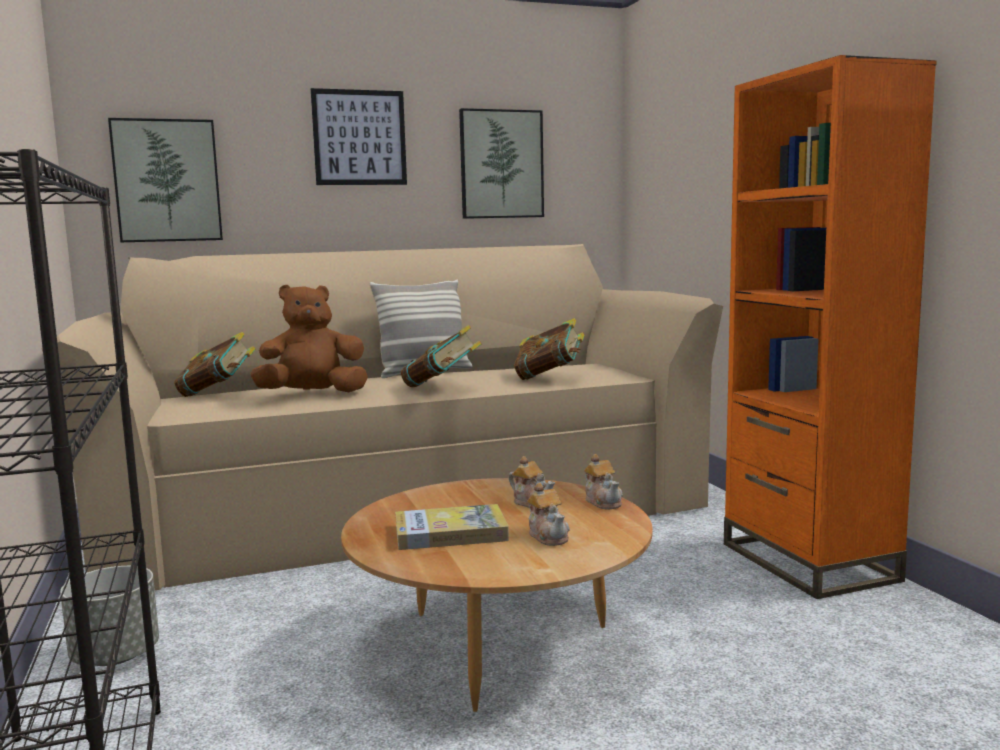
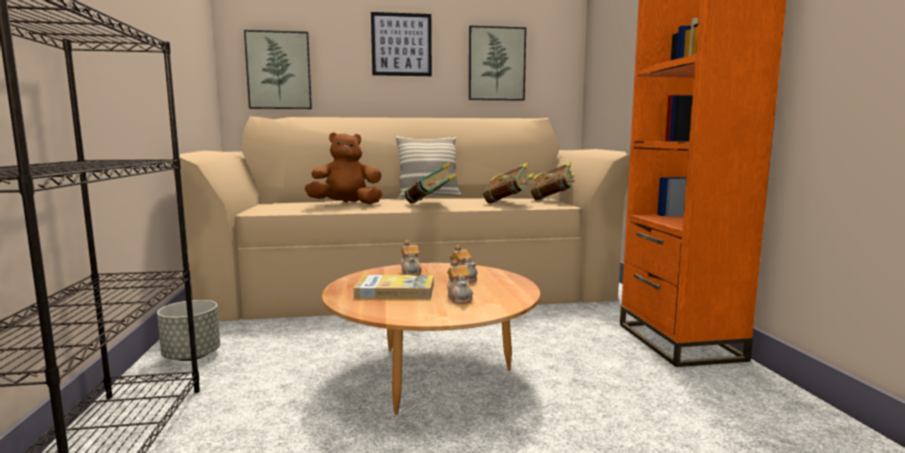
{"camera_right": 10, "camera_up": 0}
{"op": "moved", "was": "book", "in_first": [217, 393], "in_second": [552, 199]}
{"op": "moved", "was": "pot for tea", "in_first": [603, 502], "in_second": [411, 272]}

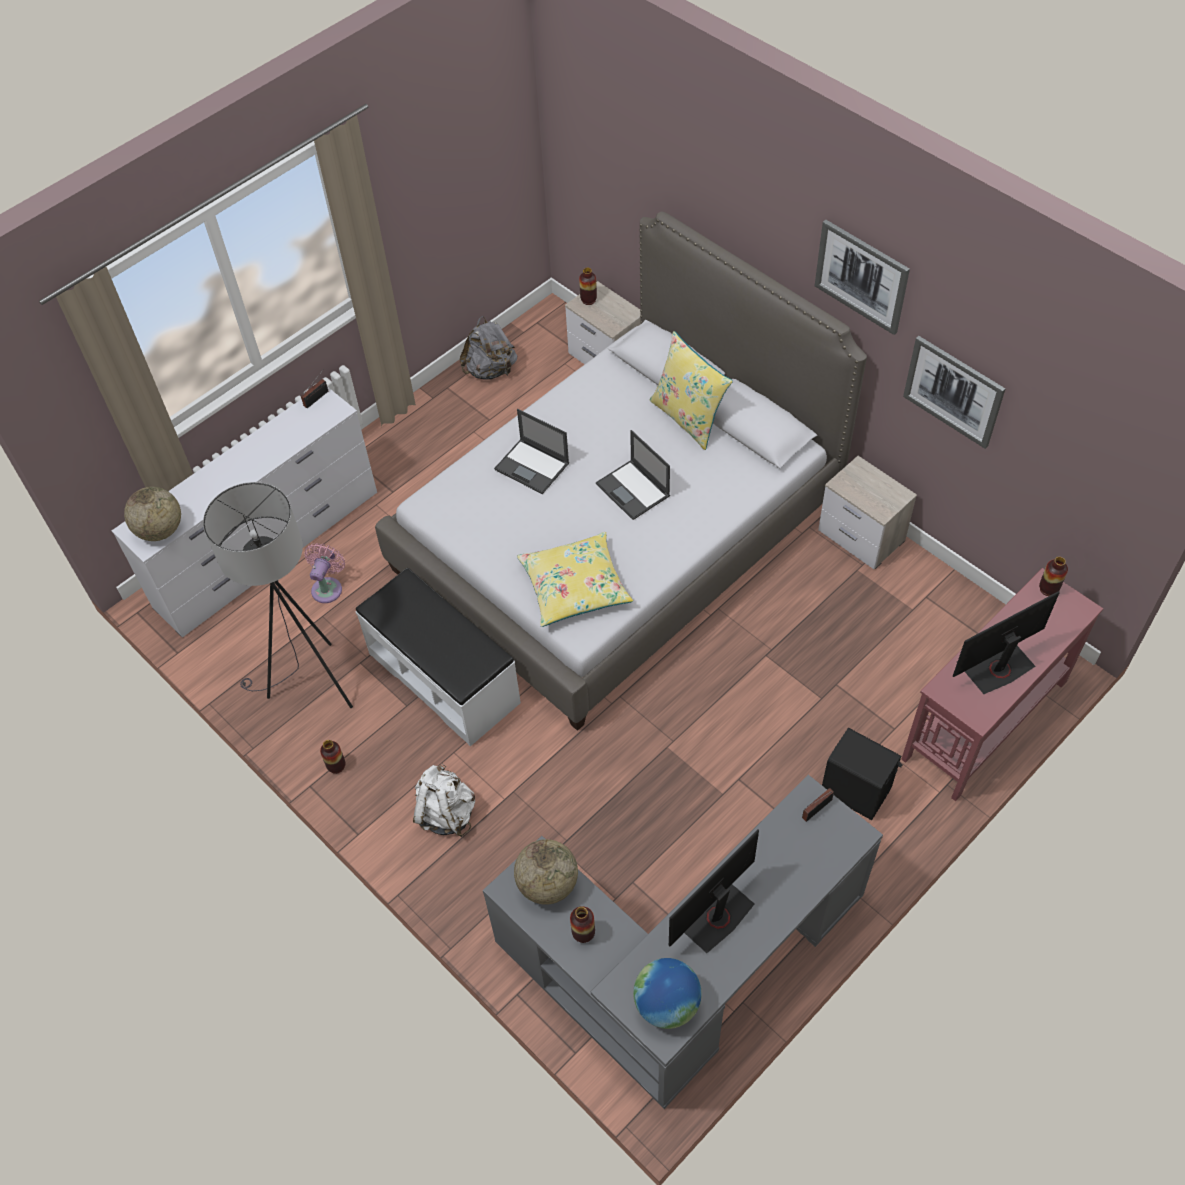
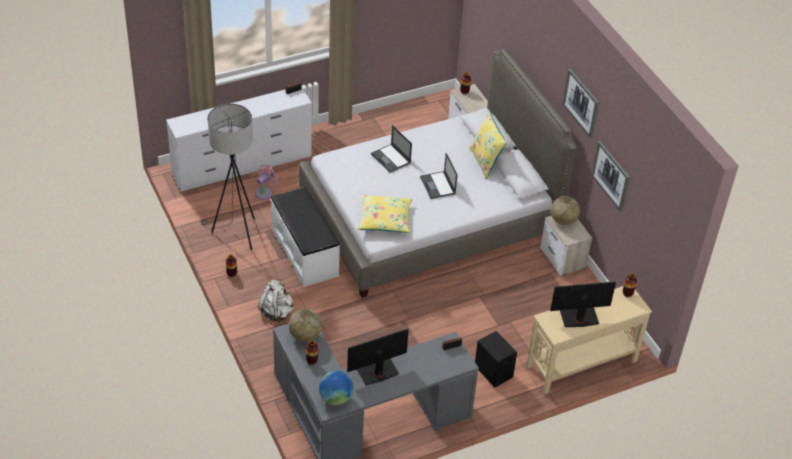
{"camera_right": 15, "camera_up": -10}
{"op": "removed", "was": "greyish knapsack", "in_first": [490, 370]}
{"op": "moved", "was": "globe", "in_first": [160, 530], "in_second": [563, 220]}
{"op": "recoloured", "was": "red hall table", "now": "sand-coloured hall table", "in_first": [983, 720], "in_second": [581, 363]}

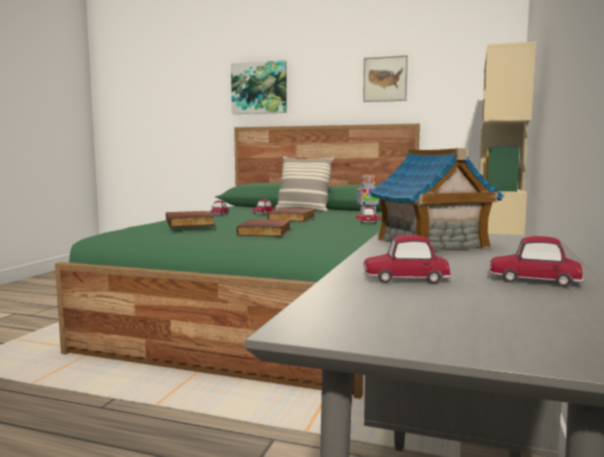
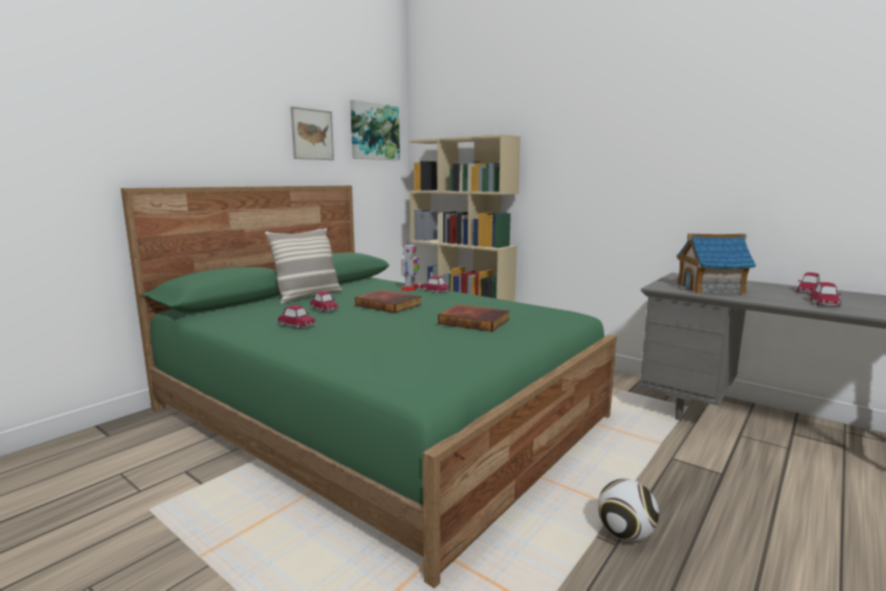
{"camera_right": -70, "camera_up": 5}
{"op": "removed", "was": "book", "in_first": [190, 222]}
{"op": "added", "now": "football", "in_second": [624, 534]}
{"op": "moved", "was": "wall art", "in_first": [259, 88], "in_second": [374, 132]}

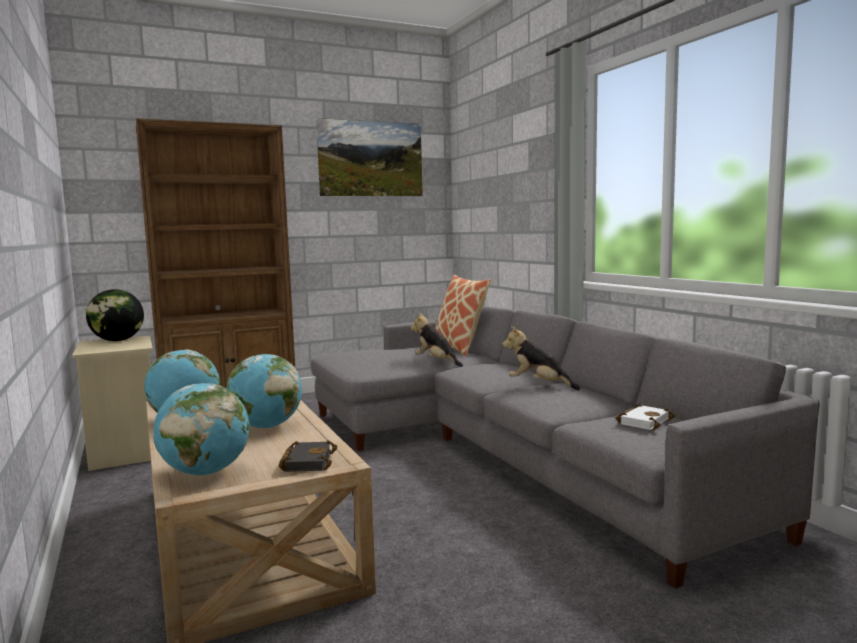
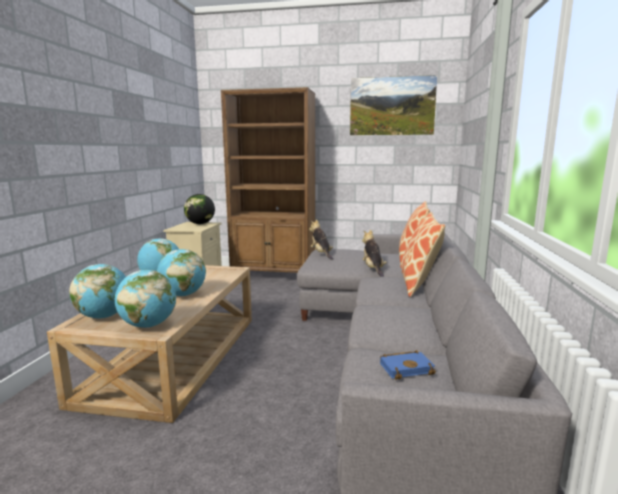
{"camera_right": 35, "camera_up": 5}
{"op": "added", "now": "throw pillow", "in_second": [419, 284]}
{"op": "moved", "was": "plush toy", "in_first": [539, 385], "in_second": [321, 254]}
{"op": "replaced", "was": "black book", "now": "globe", "in_first": [307, 461], "in_second": [148, 325]}
{"op": "recoloured", "was": "white book", "now": "blue-coloured book", "in_first": [643, 421], "in_second": [406, 367]}

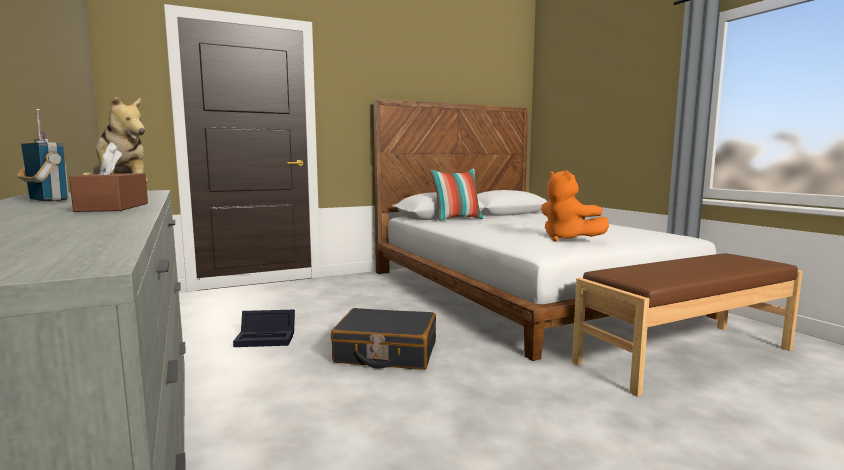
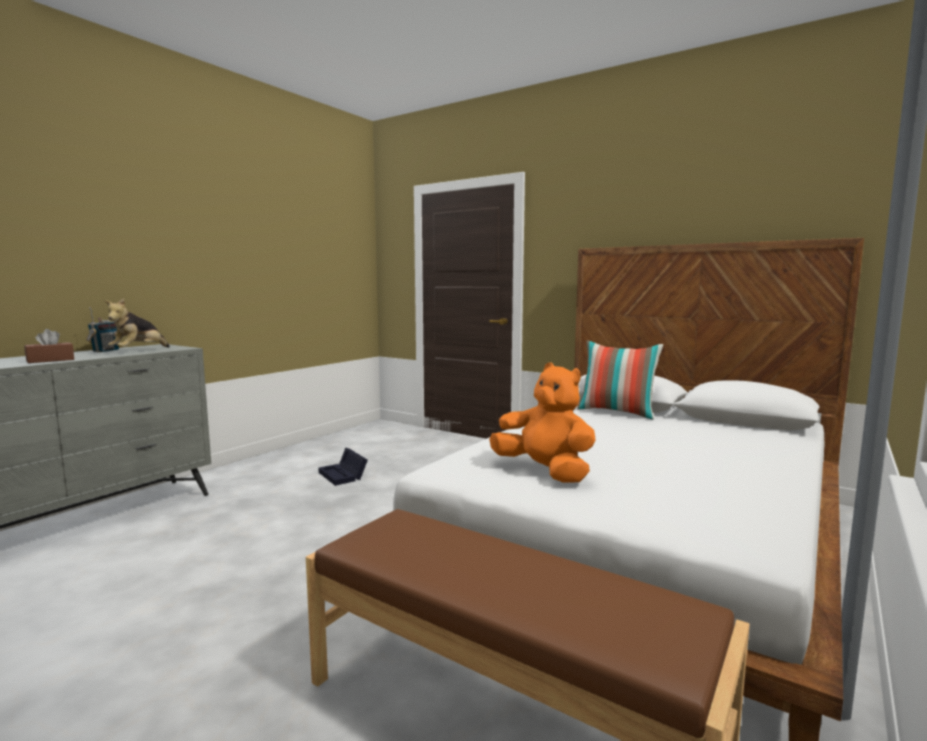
{"camera_right": 60, "camera_up": 0}
{"op": "removed", "was": "black piece of luggage", "in_first": [386, 353]}
{"op": "turned", "was": "orange-coloured plush toy", "in_first": [567, 239], "in_second": [545, 472], "clockwise": 105}

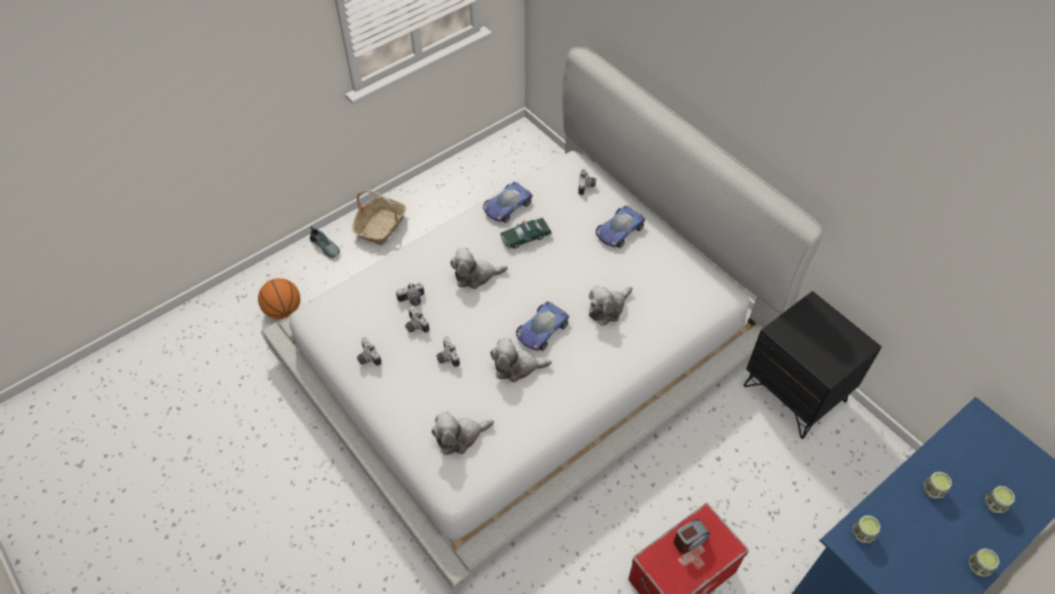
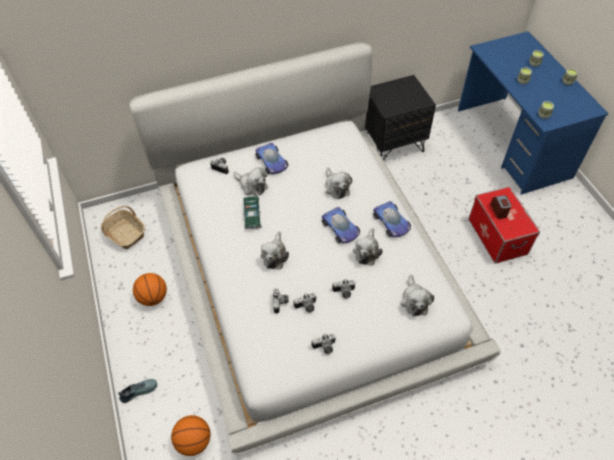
{"camera_right": -70, "camera_up": 0}
{"op": "added", "now": "basketball ball", "in_second": [153, 297]}
{"op": "added", "now": "plush toy", "in_second": [252, 186]}
{"op": "moved", "was": "basket", "in_first": [381, 226], "in_second": [125, 233]}
{"op": "moved", "was": "miniature car", "in_first": [506, 206], "in_second": [391, 223]}

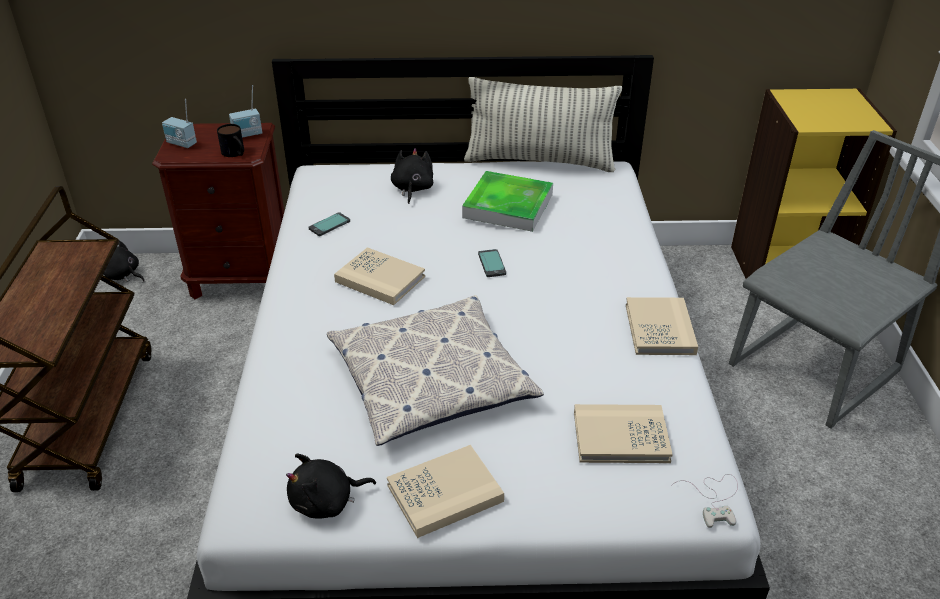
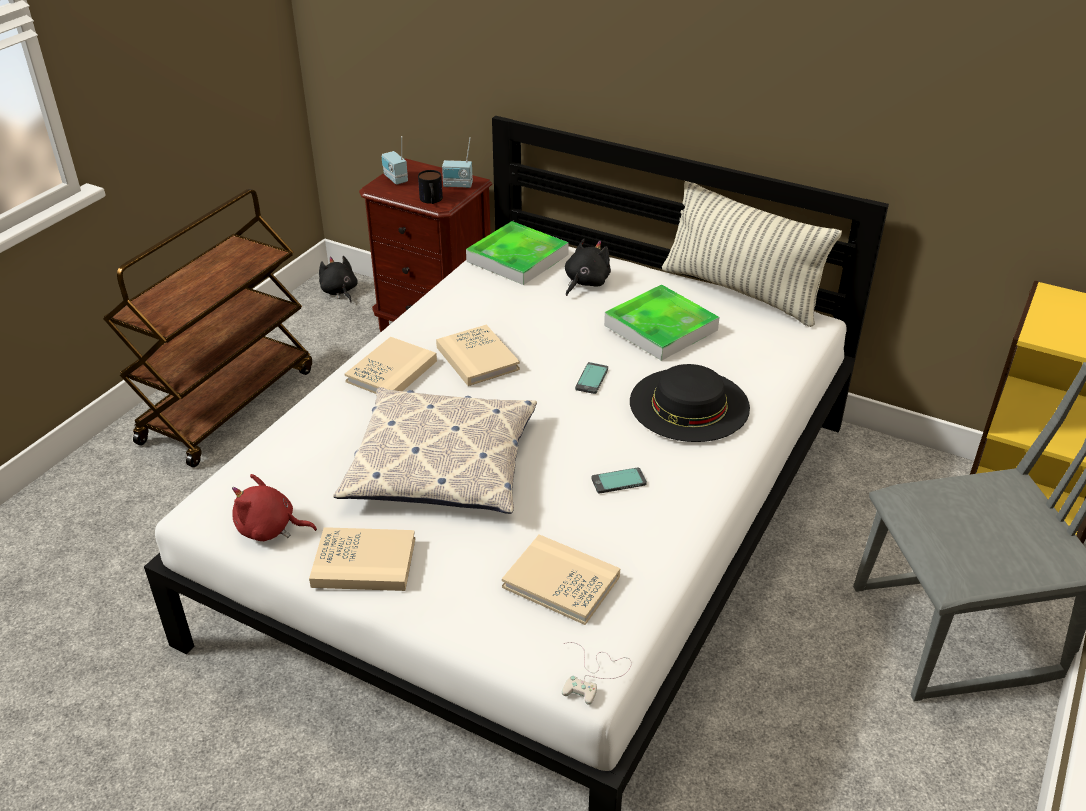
{"camera_right": 30, "camera_up": 0}
{"op": "added", "now": "tray", "in_second": [517, 258]}
{"op": "added", "now": "black wearable hat", "in_second": [689, 404]}
{"op": "moved", "was": "telephone", "in_first": [329, 225], "in_second": [619, 481]}
{"op": "moved", "was": "sand-coloured book", "in_first": [659, 329], "in_second": [391, 371]}
{"op": "recoloured", "was": "black plush toy", "now": "red plush toy", "in_first": [326, 502], "in_second": [270, 529]}

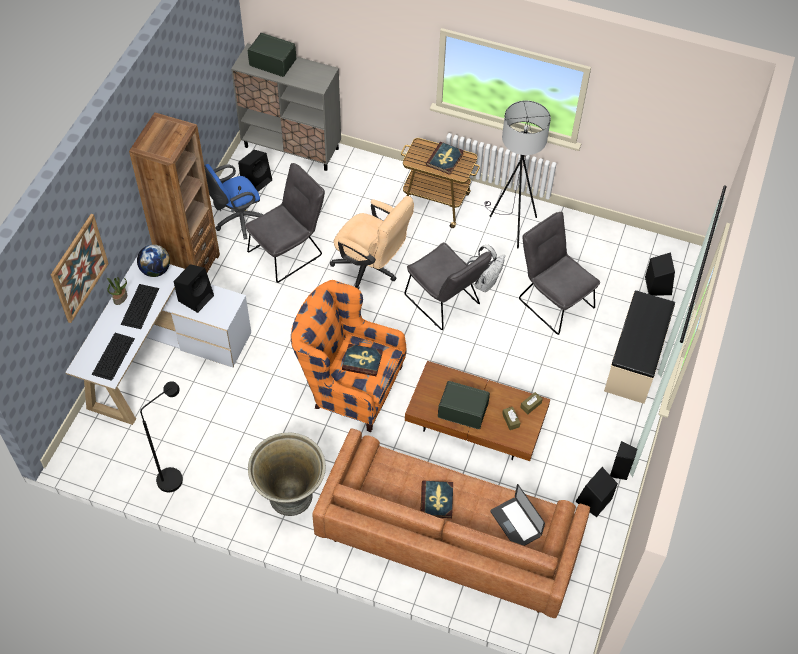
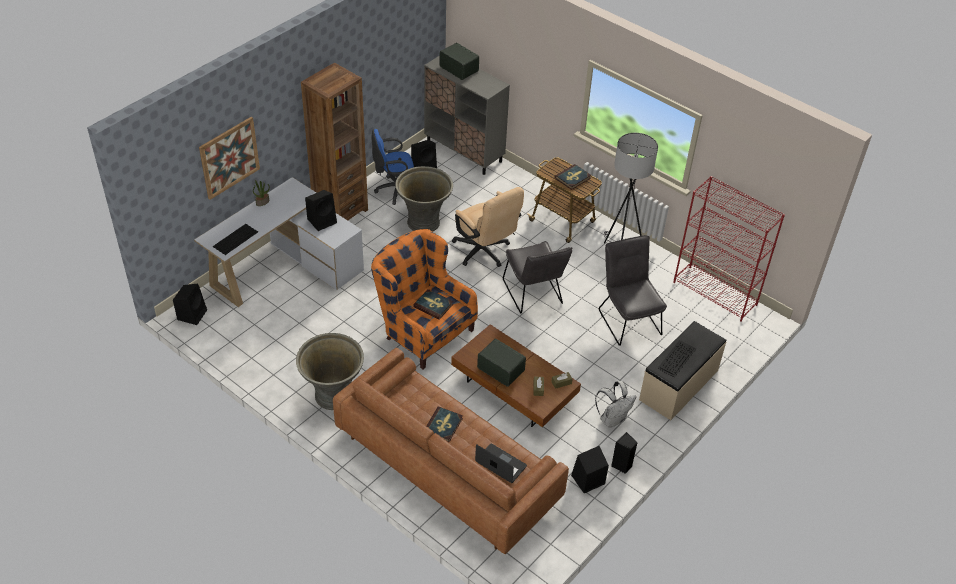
{"camera_right": 20, "camera_up": -10}
{"op": "removed", "was": "globe", "in_first": [155, 270]}
{"op": "removed", "was": "black standing lamp", "in_first": [175, 475]}
{"op": "added", "now": "red bookshelf", "in_second": [715, 293]}
{"op": "moved", "was": "PC keyboard", "in_first": [140, 305], "in_second": [677, 358]}
{"op": "moved", "was": "white knapsack", "in_first": [485, 283], "in_second": [612, 419]}
{"op": "moved", "was": "black audio speaker", "in_first": [657, 285], "in_second": [192, 314]}
{"op": "replaced", "was": "greyish upright chair", "now": "greyish plant pot", "in_first": [289, 251], "in_second": [424, 222]}
{"op": "turned", "was": "notebook computer", "in_first": [515, 523], "in_second": [500, 464], "clockwise": 135}

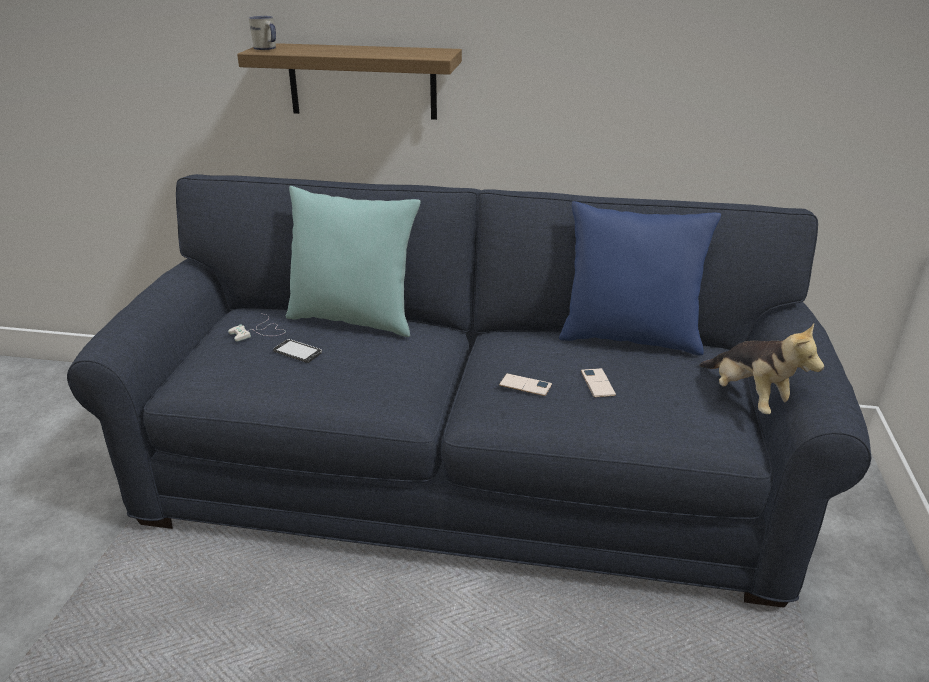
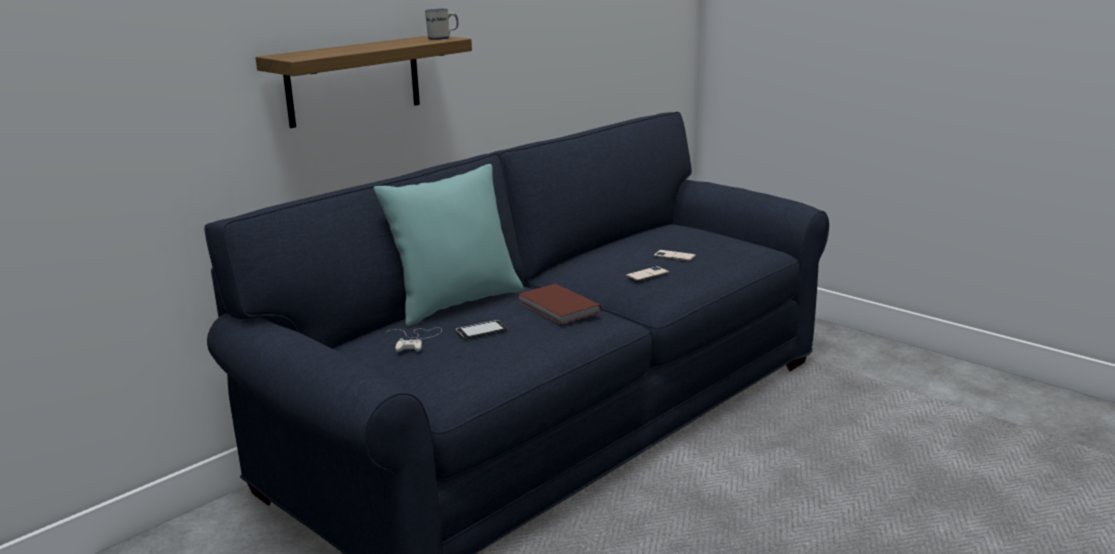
{"camera_right": -55, "camera_up": -10}
{"op": "removed", "was": "blue-coloured throw pillow", "in_first": [629, 338]}
{"op": "removed", "was": "plush toy", "in_first": [749, 398]}
{"op": "added", "now": "brownish book", "in_second": [557, 308]}
{"op": "moved", "was": "white mug", "in_first": [266, 49], "in_second": [443, 38]}

